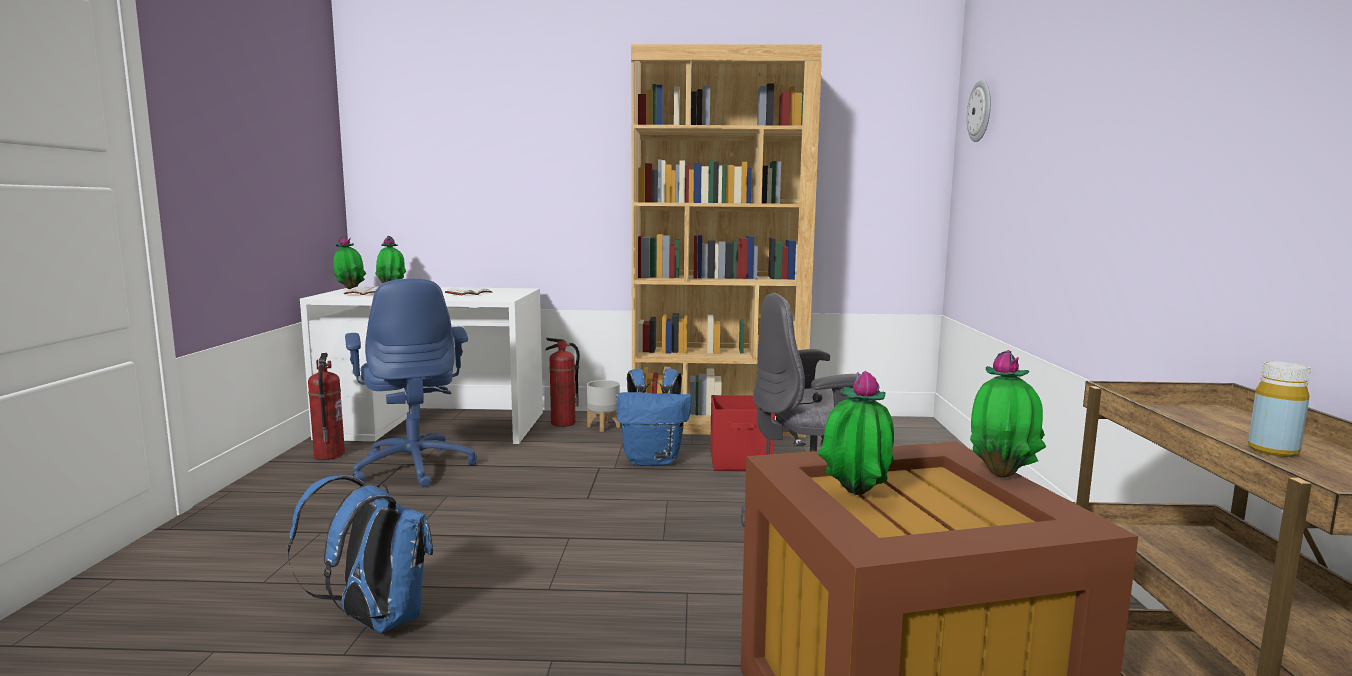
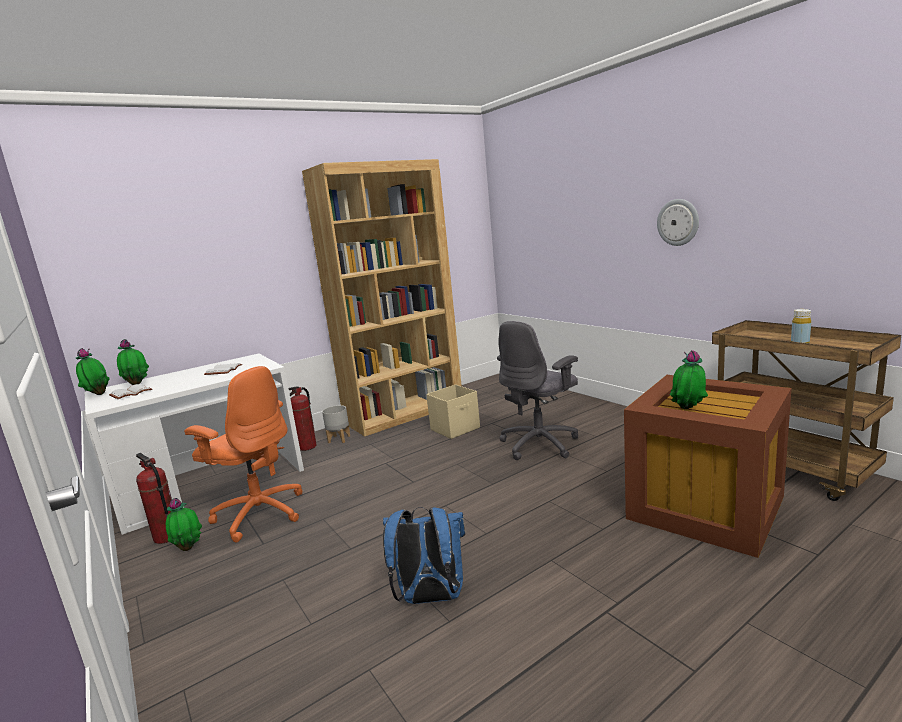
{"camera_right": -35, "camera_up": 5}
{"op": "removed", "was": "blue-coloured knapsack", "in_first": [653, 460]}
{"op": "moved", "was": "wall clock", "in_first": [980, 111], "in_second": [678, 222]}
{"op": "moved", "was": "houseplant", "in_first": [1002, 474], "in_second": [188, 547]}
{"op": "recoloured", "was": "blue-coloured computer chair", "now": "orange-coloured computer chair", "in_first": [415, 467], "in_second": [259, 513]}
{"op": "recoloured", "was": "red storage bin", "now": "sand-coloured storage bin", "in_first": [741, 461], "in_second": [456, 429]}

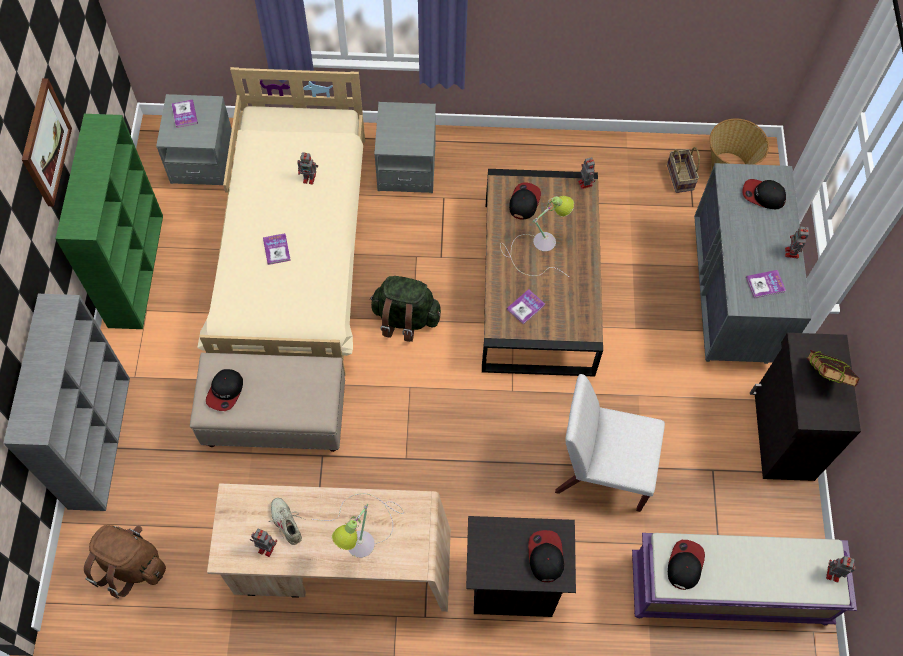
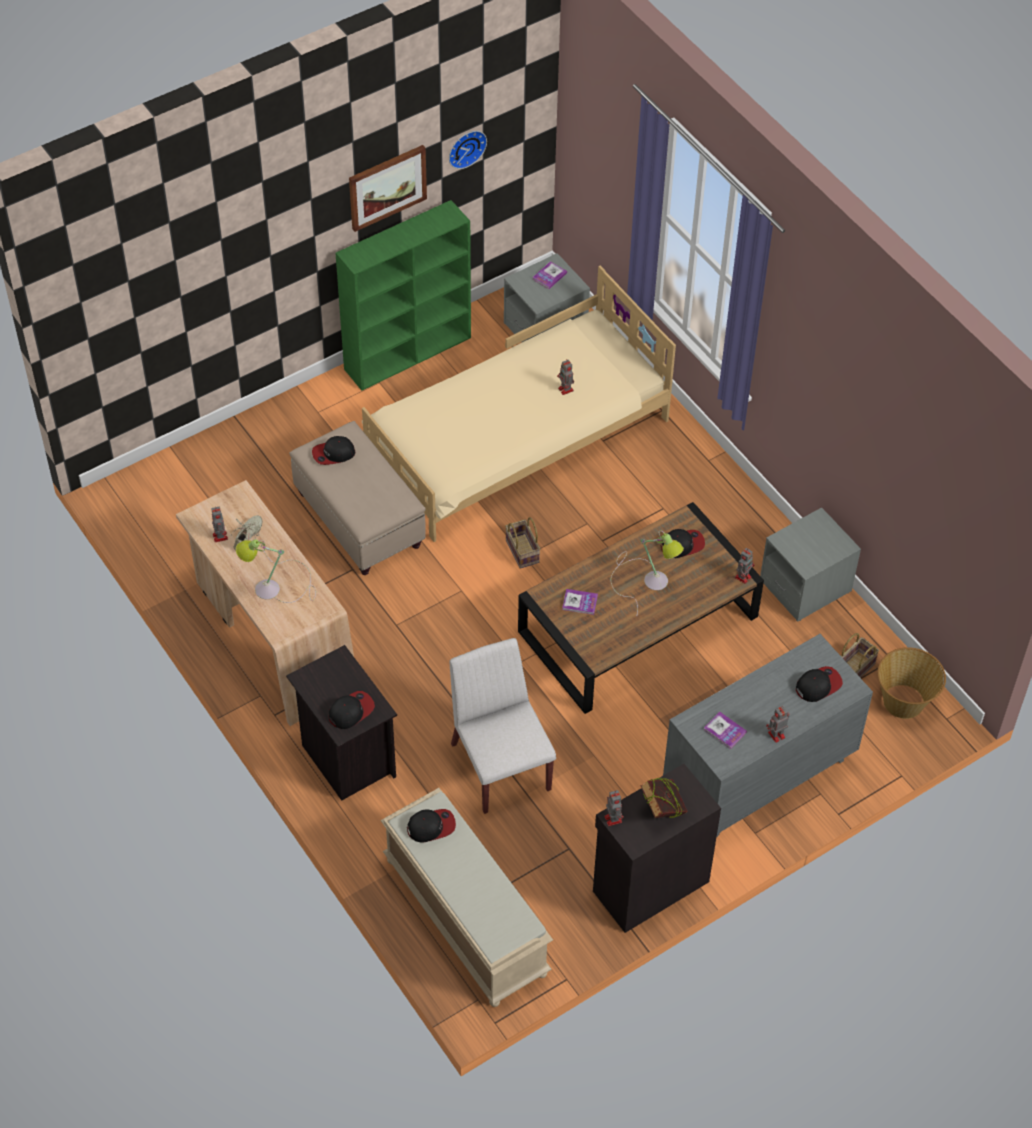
{"camera_right": 55, "camera_up": -10}
{"op": "removed", "was": "greyish bookshelf", "in_first": [99, 440]}
{"op": "removed", "was": "brownish knapsack", "in_first": [131, 564]}
{"op": "removed", "was": "book", "in_first": [276, 249]}
{"op": "added", "now": "wall clock", "in_second": [465, 147]}
{"op": "moved", "was": "greyish nightstand", "in_first": [406, 167], "in_second": [805, 586]}
{"op": "moved", "was": "model robot", "in_first": [832, 573], "in_second": [612, 818]}
{"op": "replaced", "was": "green-coloured knapsack", "now": "basket", "in_first": [405, 319], "in_second": [521, 550]}
{"op": "recoloured", "was": "purplish long seat", "now": "sand-coloured long seat", "in_first": [727, 591], "in_second": [463, 916]}
{"op": "turned", "was": "baseball cap", "in_first": [763, 195], "in_second": [818, 685], "clockwise": 75}

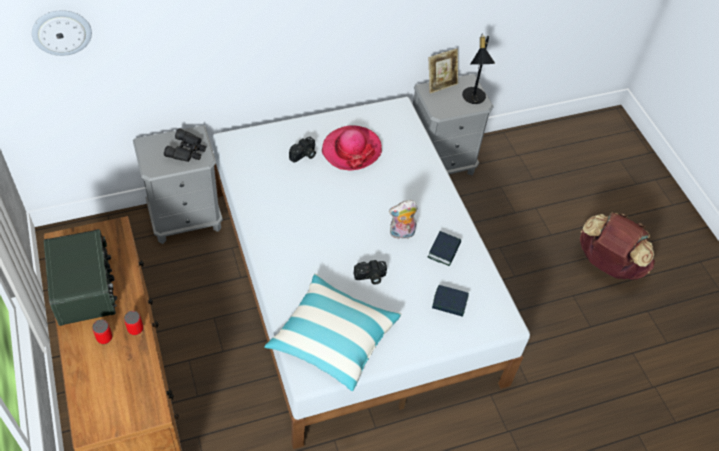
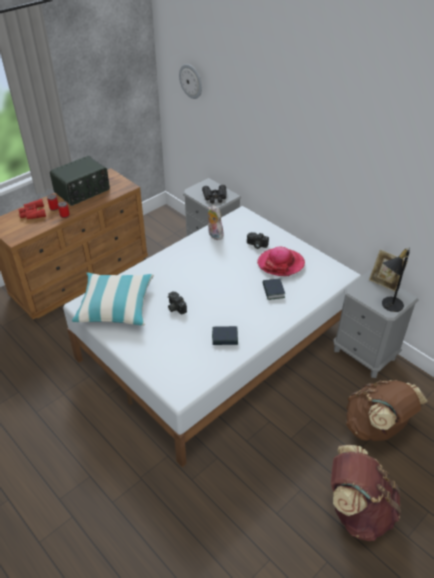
{"camera_right": 70, "camera_up": -10}
{"op": "added", "now": "red binoculars", "in_second": [32, 213]}
{"op": "added", "now": "brownish knapsack", "in_second": [376, 427]}
{"op": "moved", "was": "plush toy", "in_first": [401, 234], "in_second": [214, 235]}
{"op": "moved", "was": "book", "in_first": [449, 303], "in_second": [273, 291]}

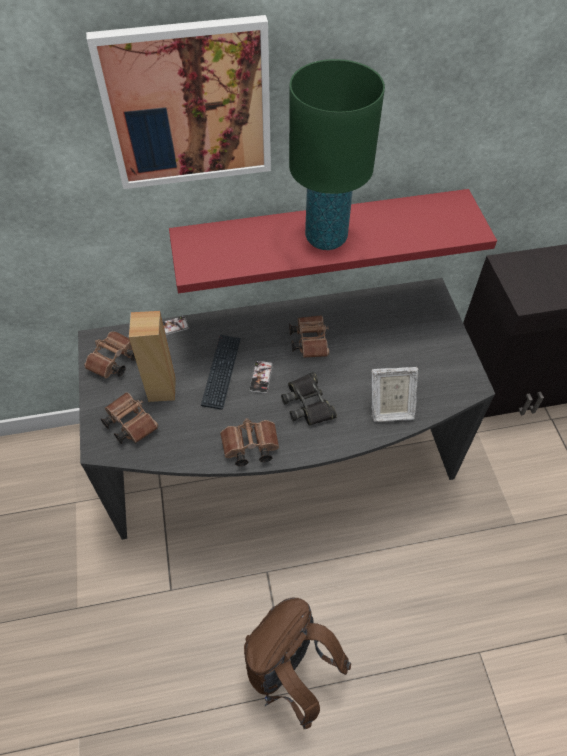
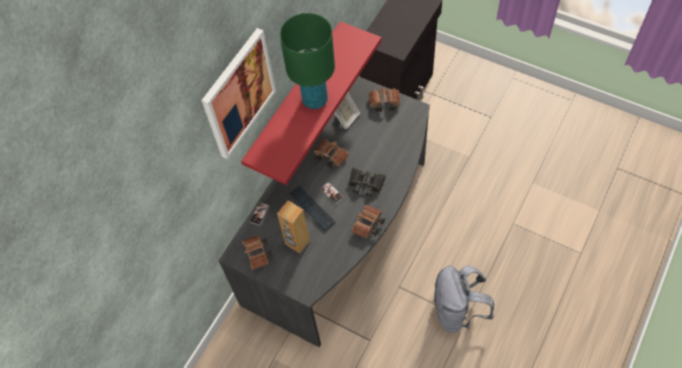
{"camera_right": -45, "camera_up": 5}
{"op": "moved", "was": "brownish binoculars", "in_first": [129, 423], "in_second": [383, 103]}
{"op": "moved", "was": "standing frame", "in_first": [390, 409], "in_second": [346, 118]}
{"op": "recoloured", "was": "brownish knapsack", "now": "greyish knapsack", "in_first": [290, 672], "in_second": [457, 311]}

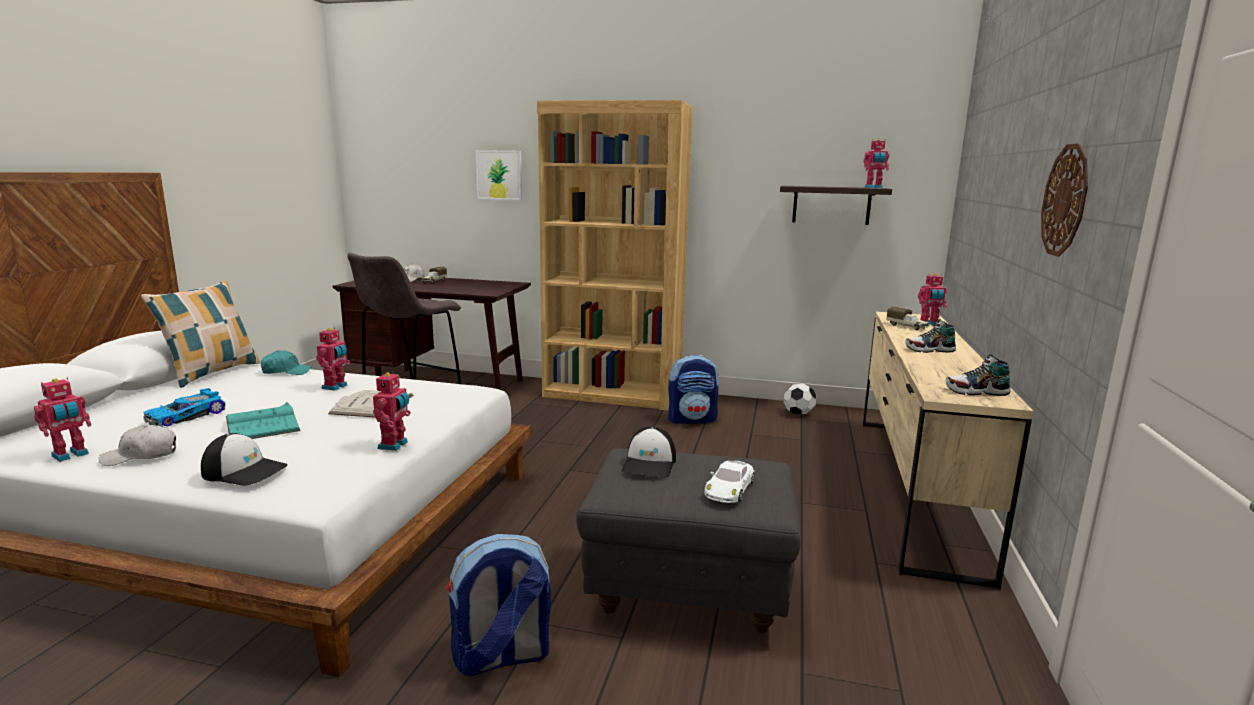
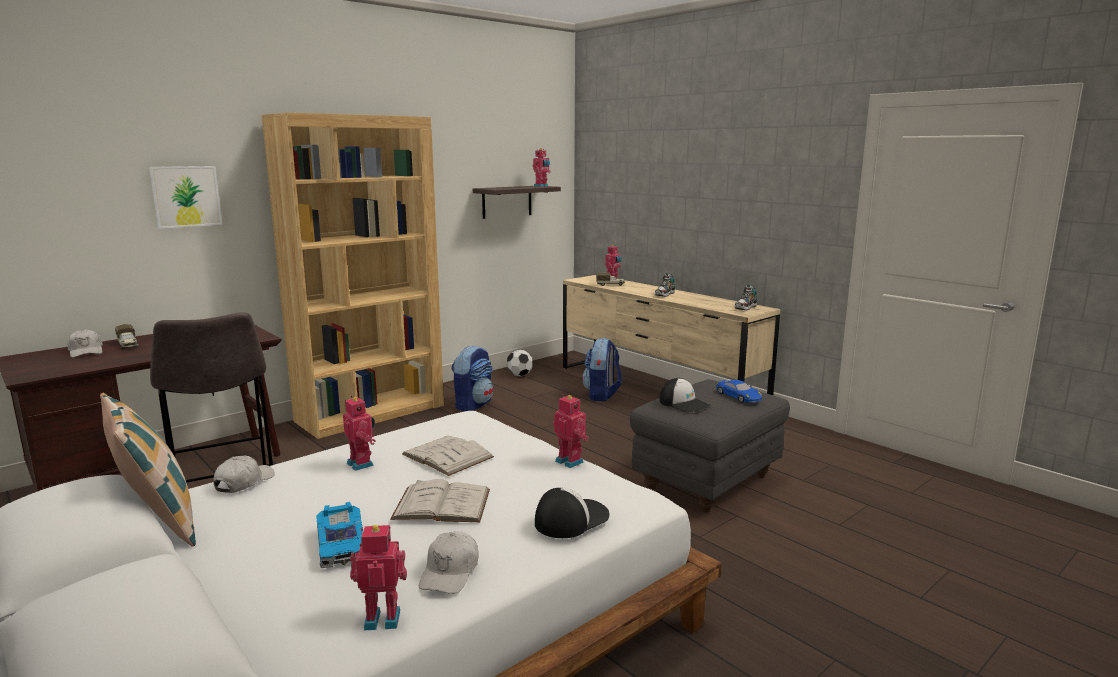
{"camera_right": -55, "camera_up": 0}
{"op": "removed", "was": "wall clock", "in_first": [1065, 200]}
{"op": "moved", "was": "knapsack", "in_first": [501, 657], "in_second": [602, 395]}
{"op": "recoloured", "was": "turquoise book", "now": "white book", "in_first": [262, 424], "in_second": [442, 504]}
{"op": "recoloured", "was": "turquoise baseball cap", "now": "white baseball cap", "in_first": [286, 371], "in_second": [244, 482]}
{"op": "recoloured", "was": "white miniature car", "now": "blue-coloured miniature car", "in_first": [729, 488], "in_second": [738, 396]}
{"op": "turned", "was": "model robot", "in_first": [71, 455], "in_second": [382, 618], "clockwise": -75}

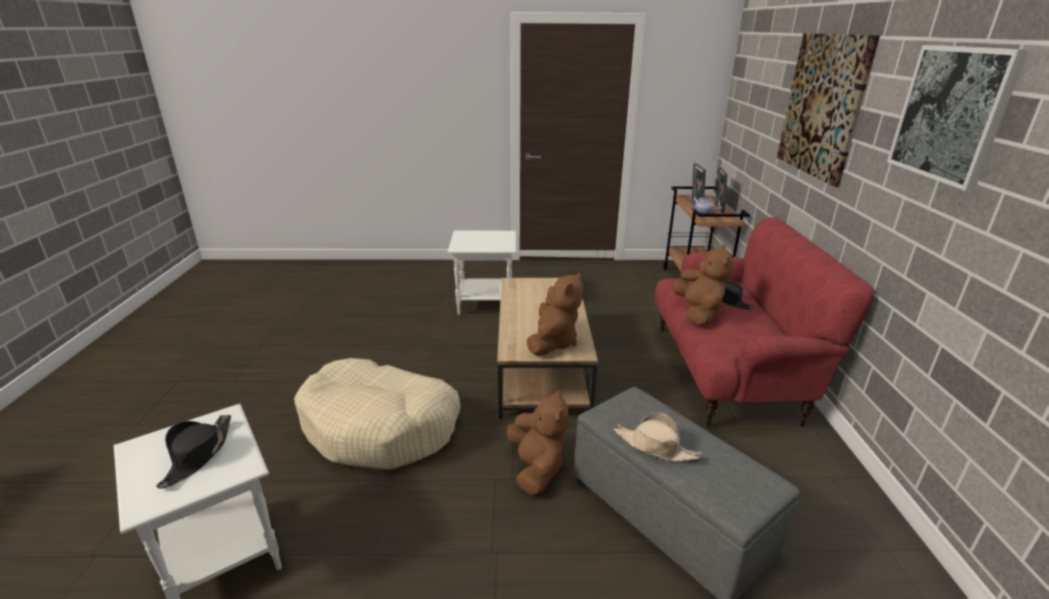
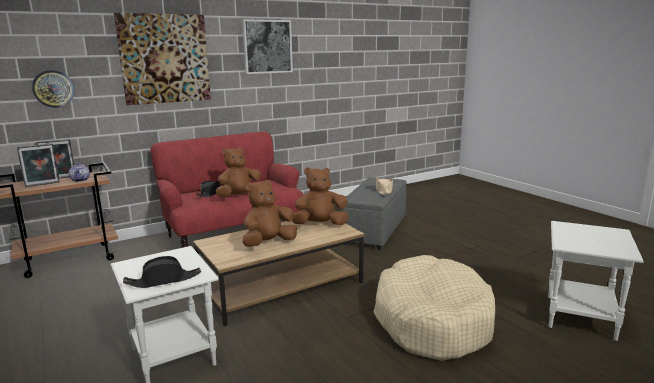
{"camera_right": -120, "camera_up": -10}
{"op": "added", "now": "wall clock", "in_second": [53, 89]}
{"op": "moved", "was": "black wearable hat", "in_first": [198, 455], "in_second": [164, 280]}
{"op": "moved", "was": "brownish plush toy", "in_first": [536, 468], "in_second": [268, 243]}

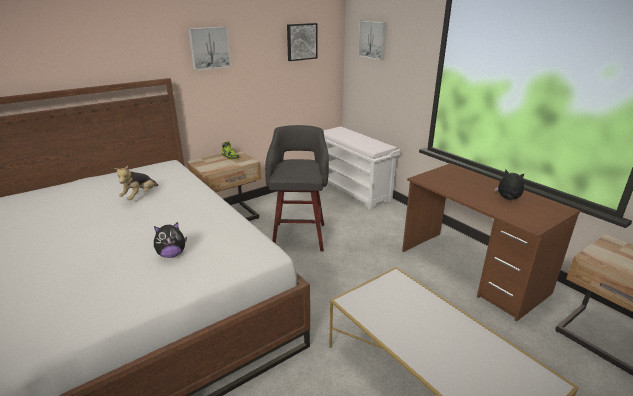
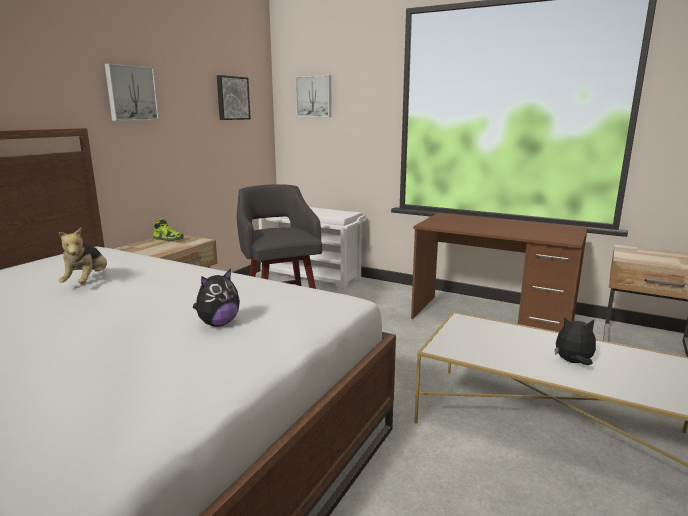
{"camera_right": -25, "camera_up": -10}
{"op": "moved", "was": "plush toy", "in_first": [507, 199], "in_second": [573, 362]}

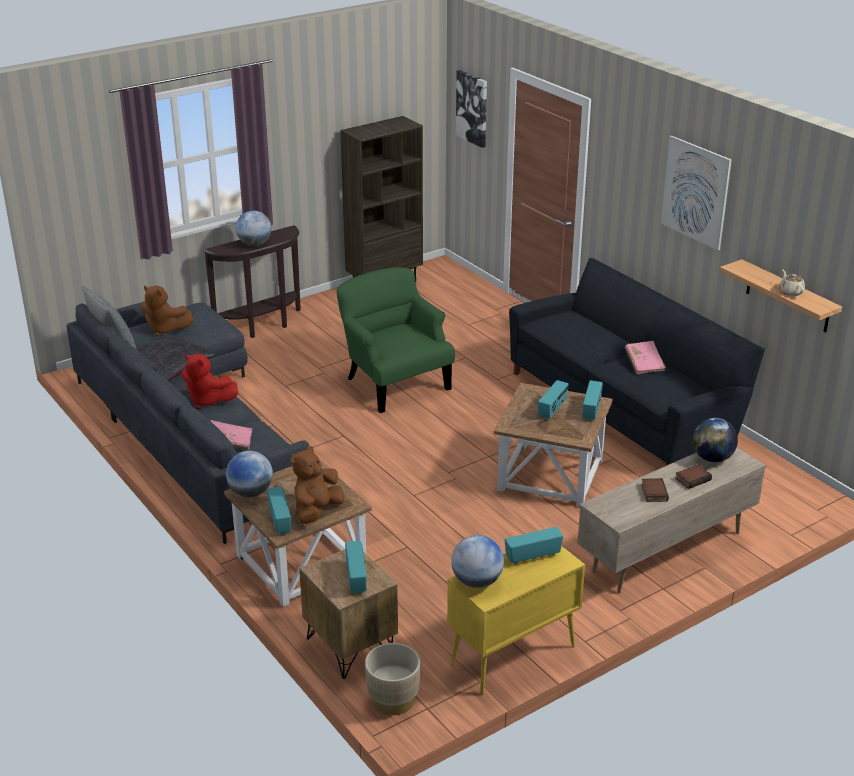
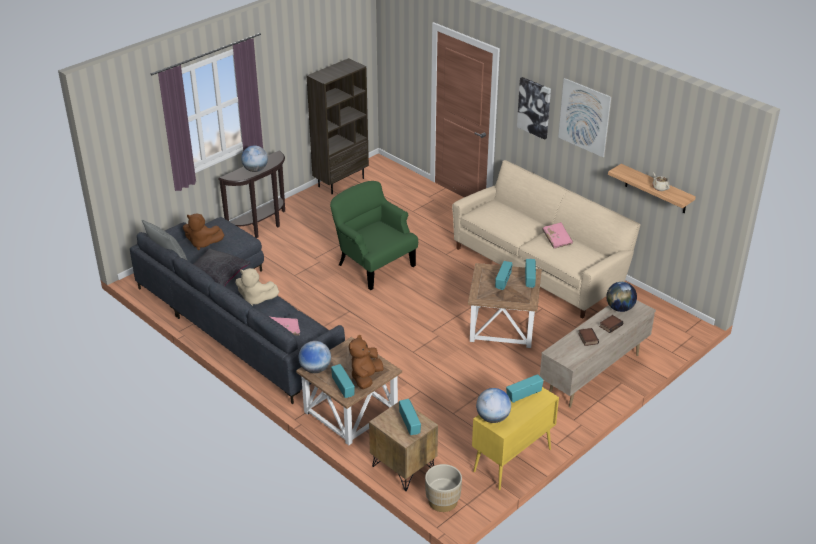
{"camera_right": -10, "camera_up": 5}
{"op": "moved", "was": "wall art", "in_first": [472, 108], "in_second": [534, 107]}
{"op": "recoloured", "was": "red plush toy", "now": "sand-coloured plush toy", "in_first": [207, 401], "in_second": [256, 299]}
{"op": "recoloured", "was": "black sofa", "now": "sand-coloured sofa", "in_first": [624, 406], "in_second": [540, 267]}

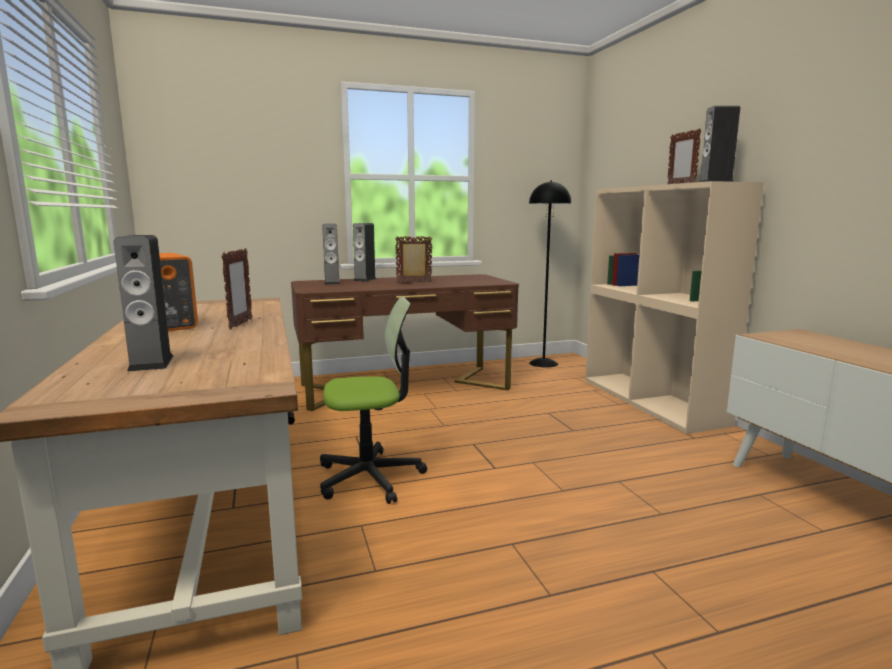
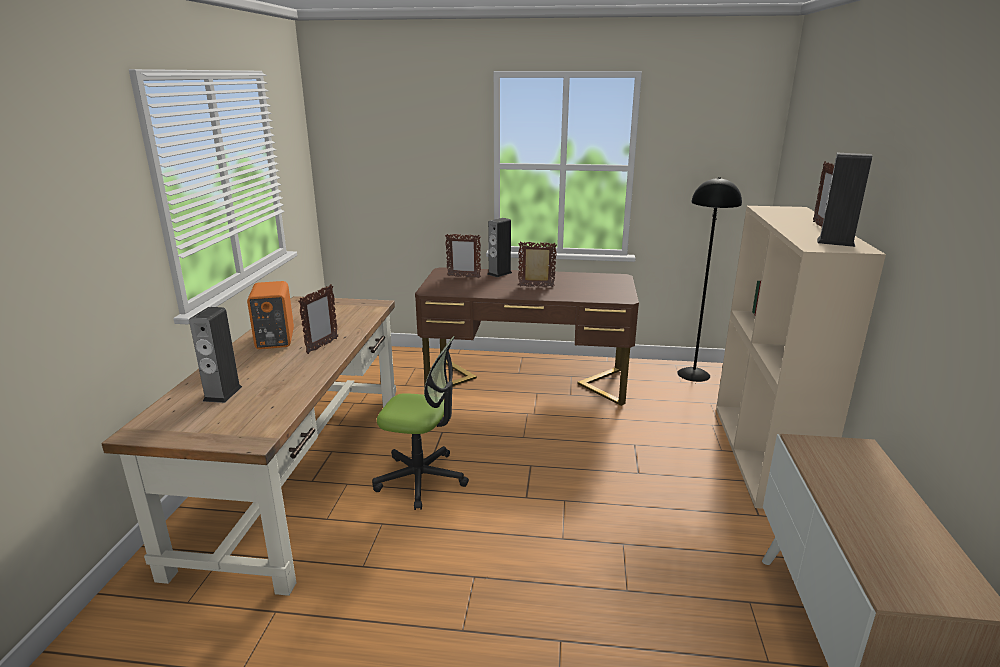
{"camera_right": 25, "camera_up": 10}
{"op": "replaced", "was": "audio speaker", "now": "standing frame", "in_first": [332, 283], "in_second": [463, 277]}

